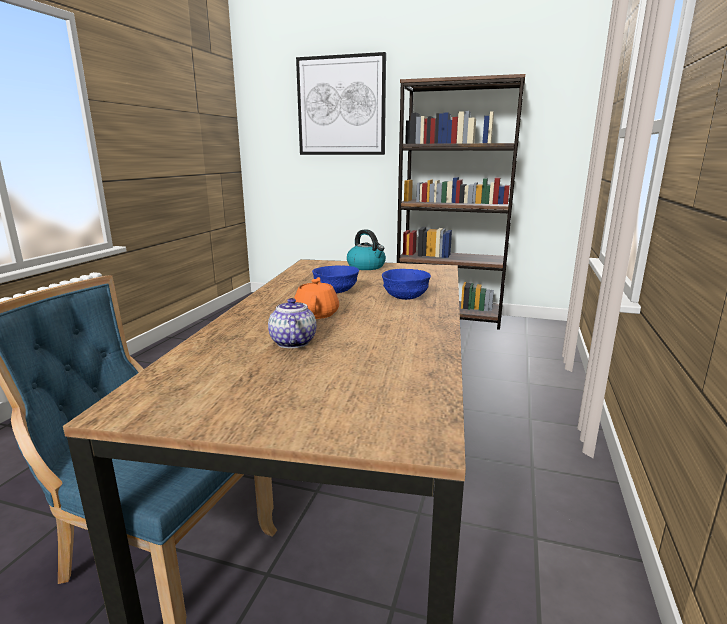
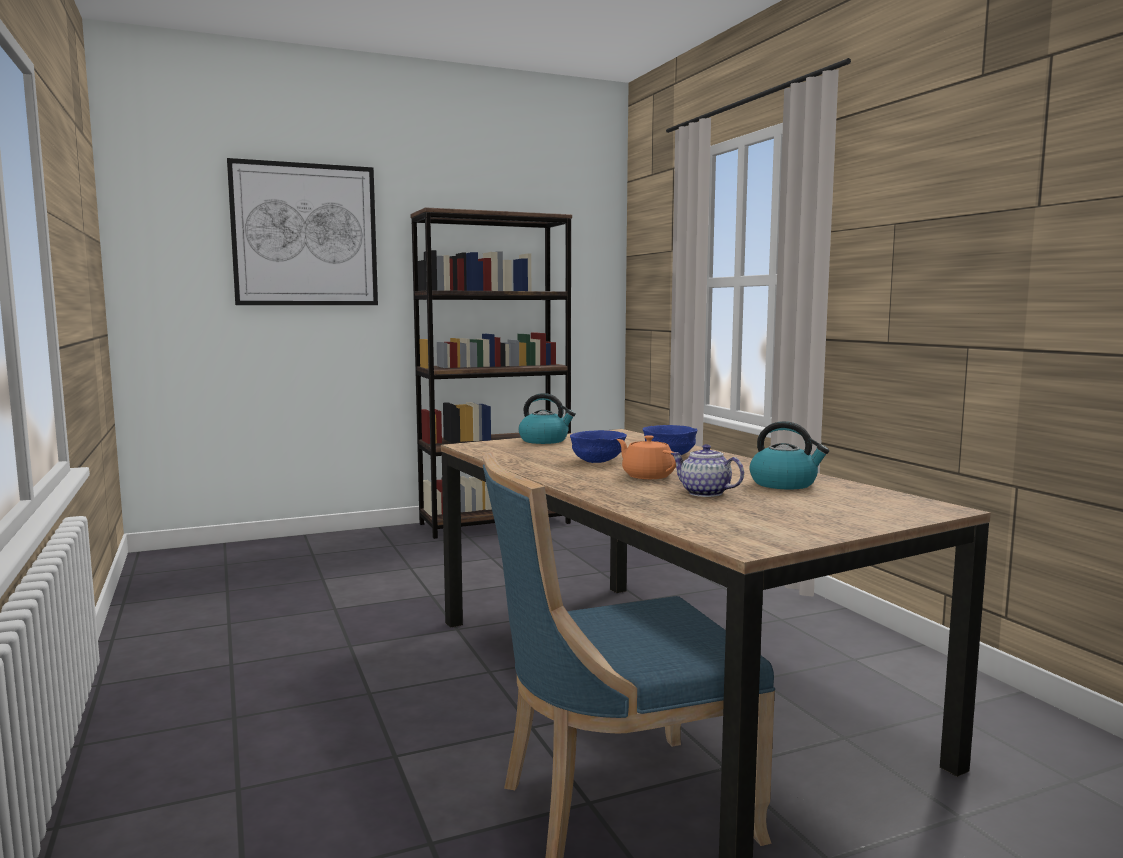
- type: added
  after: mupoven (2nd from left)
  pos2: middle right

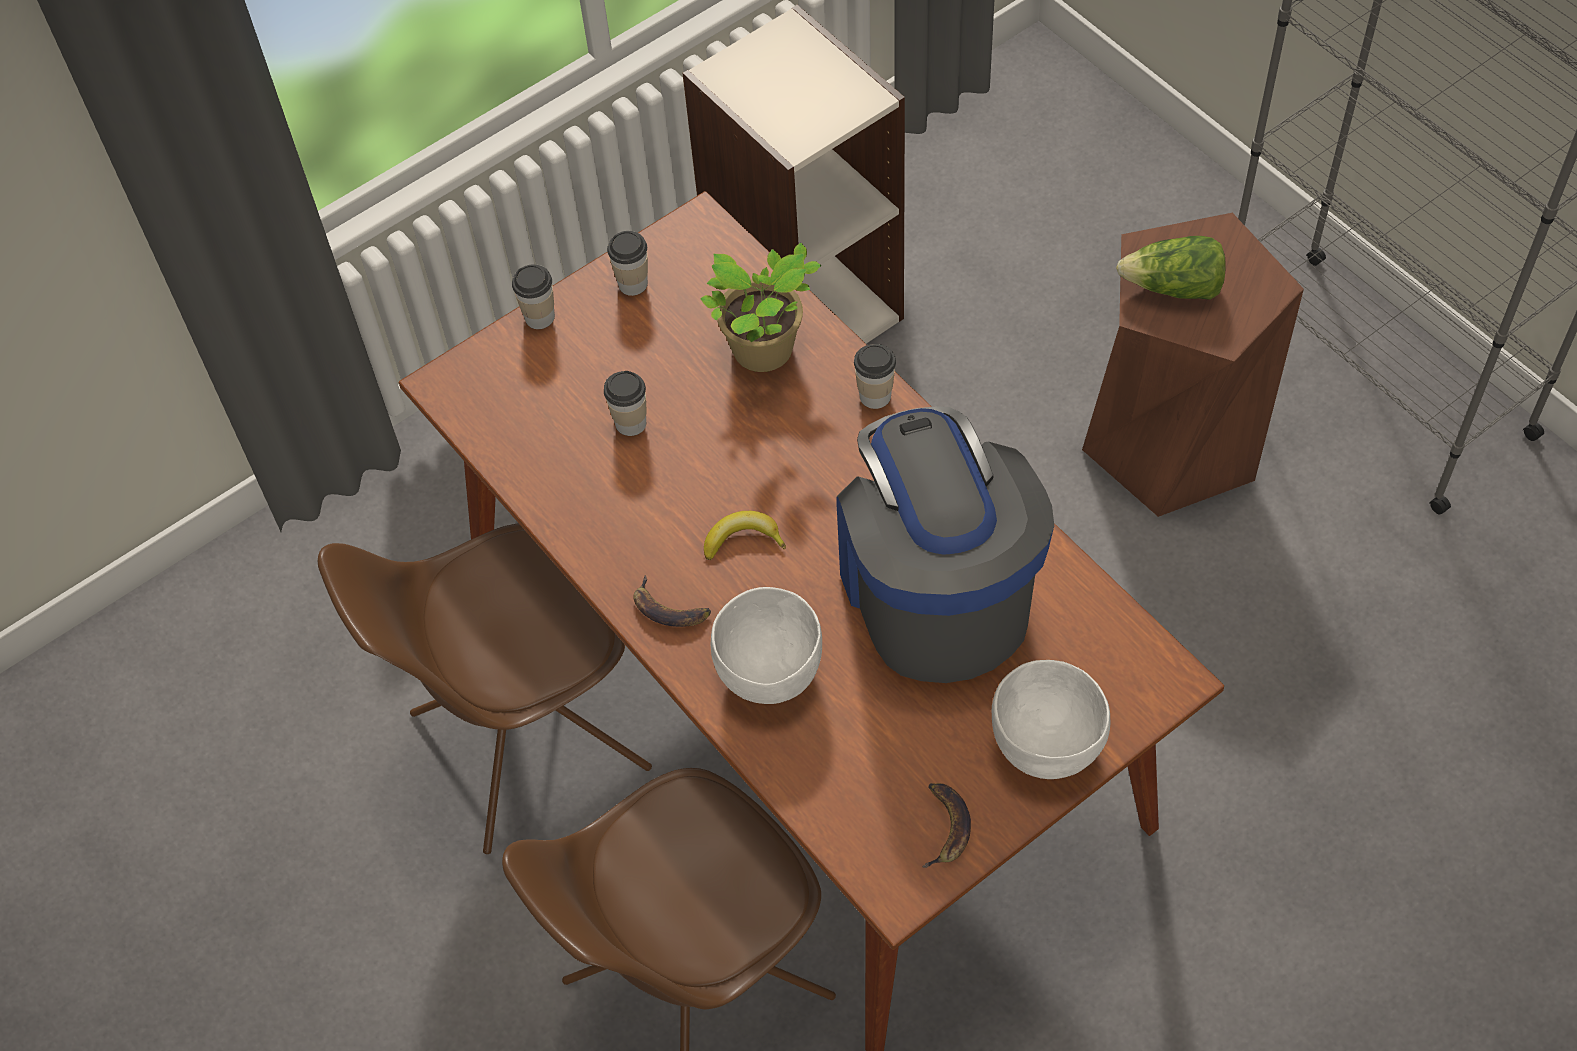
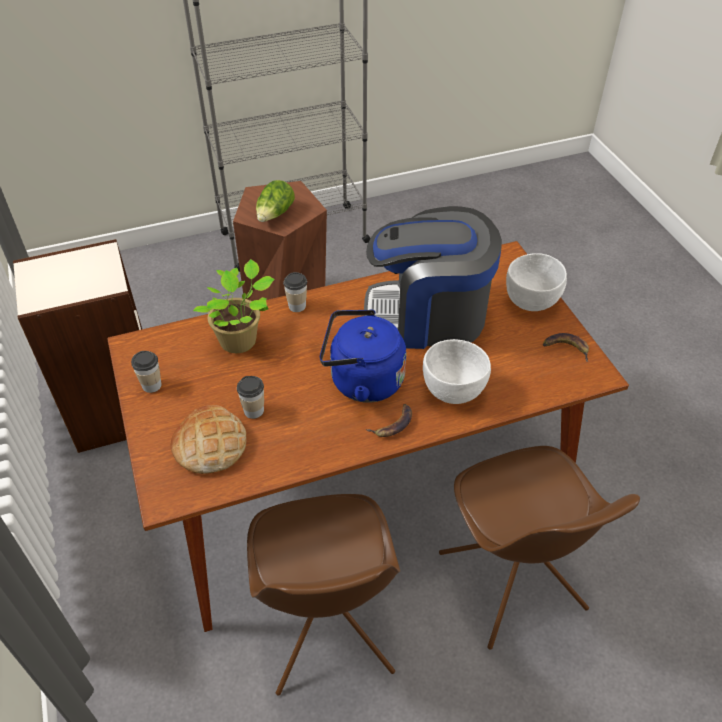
- type: removed
  before: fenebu (1st from left)
  pos1: top centre
- type: replaced
  before: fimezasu (2nd from left)
  after: mupoven (blue)
  pos1: centre
  pos2: centre
- type: added
  after: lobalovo
  pos2: middle left

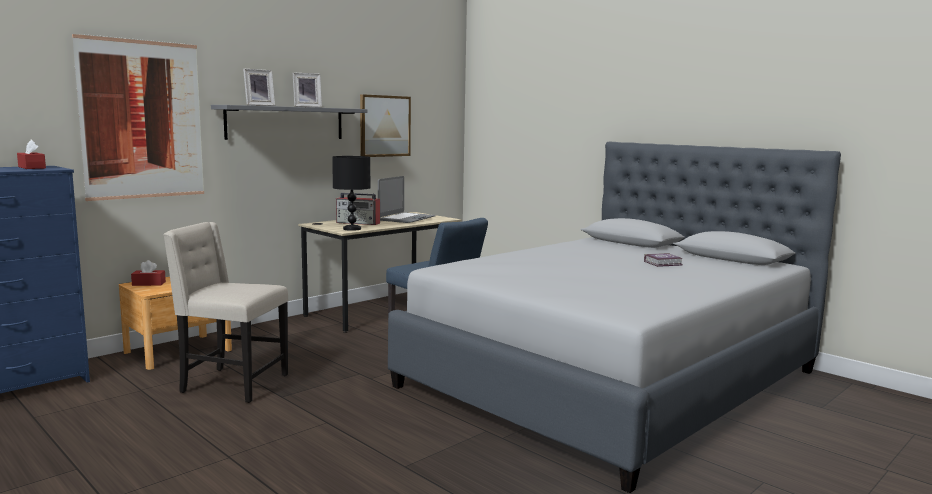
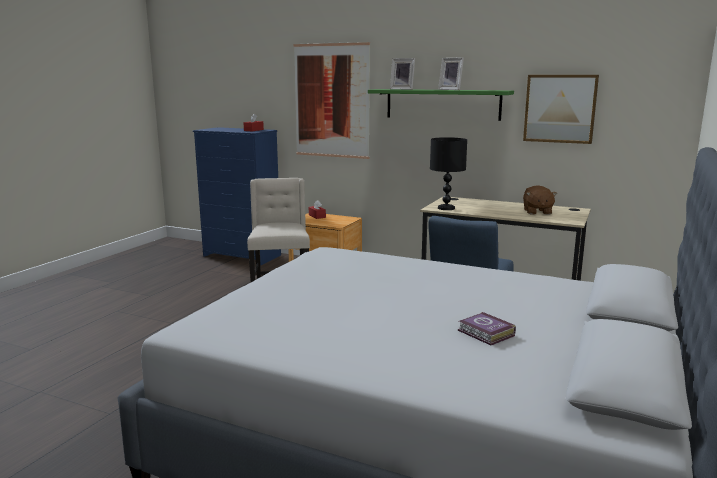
- type: recoloured
  before: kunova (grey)
  after: kunova (green)
  pos1: top left
  pos2: top centre
- type: replaced
  before: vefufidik
  after: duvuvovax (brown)
  pos1: centre
  pos2: middle right
- type: removed
  before: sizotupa
  pos1: centre

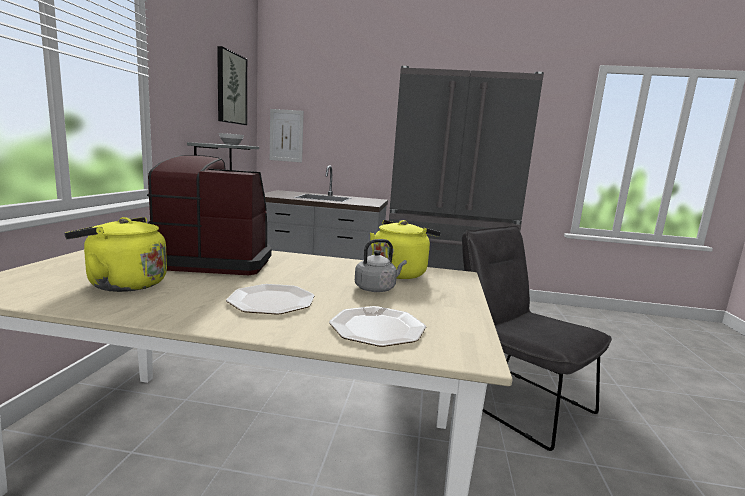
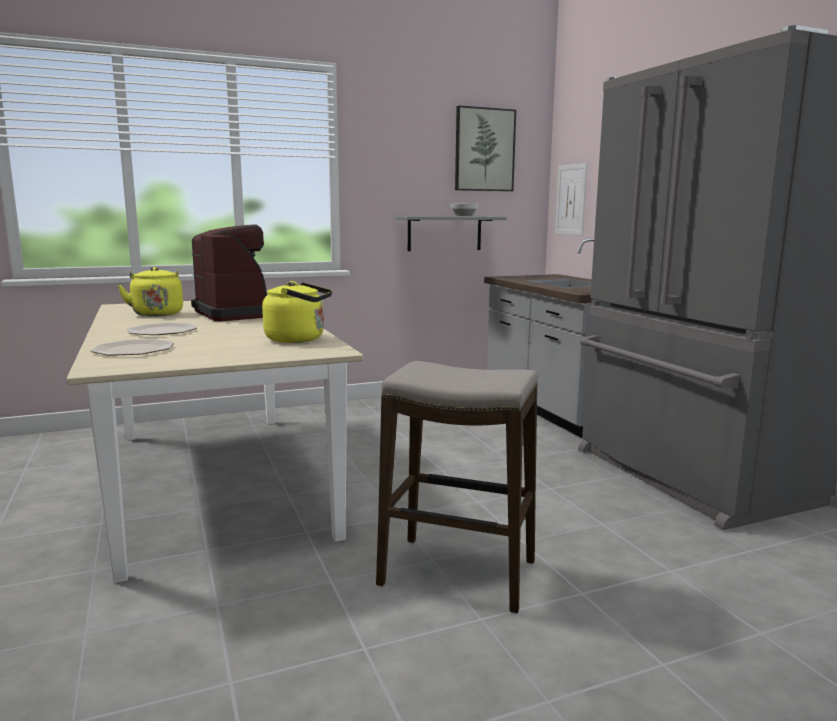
- type: replaced
  before: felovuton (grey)
  after: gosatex
  pos1: bottom right
  pos2: bottom centre
- type: removed
  before: mupoven (grey)
  pos1: centre

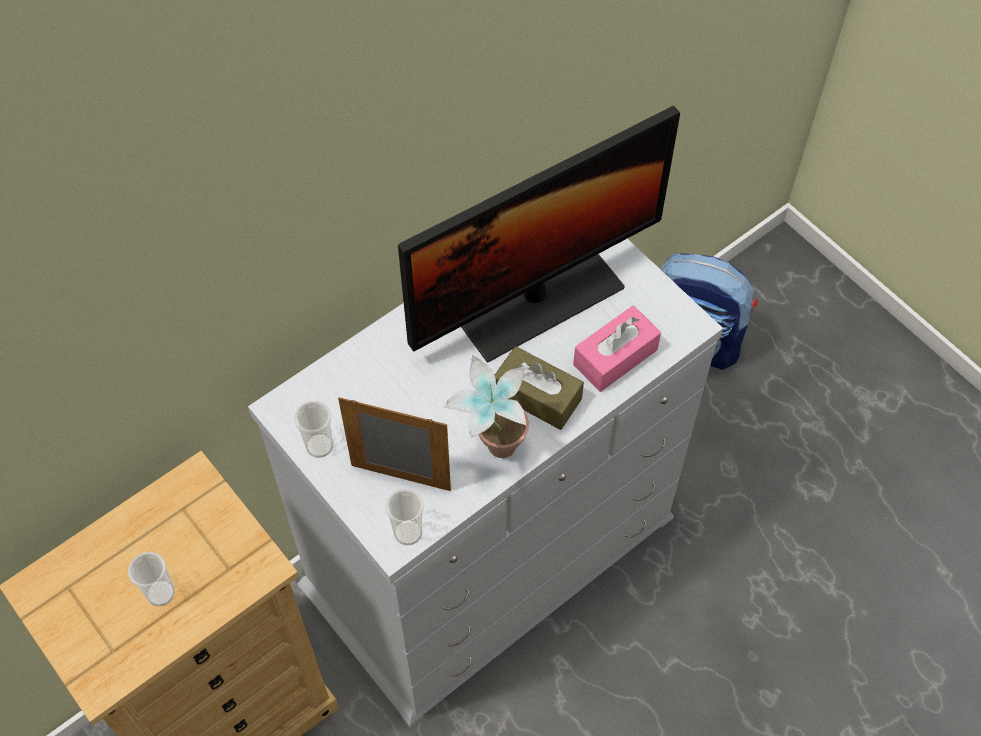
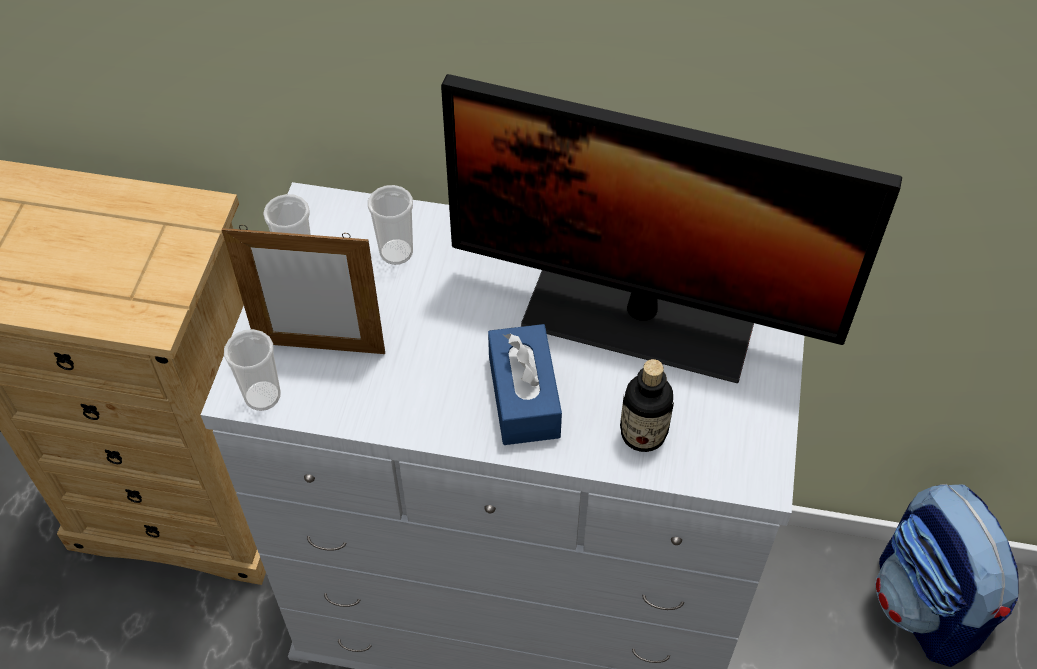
- type: replaced
  before: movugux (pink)
  after: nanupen
  pos1: centre
  pos2: centre
- type: recoloured
  before: movugux (brown)
  after: movugux (blue)
  pos1: centre
  pos2: centre
- type: removed
  before: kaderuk
  pos1: centre
- type: turned
  before: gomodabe
  pos1: centre
  pos2: middle left
  turn: 120
- type: moved
  before: fenebu (1st from left in the first image)
  after: fenebu (3rd from left)
  pos1: bottom left
  pos2: centre

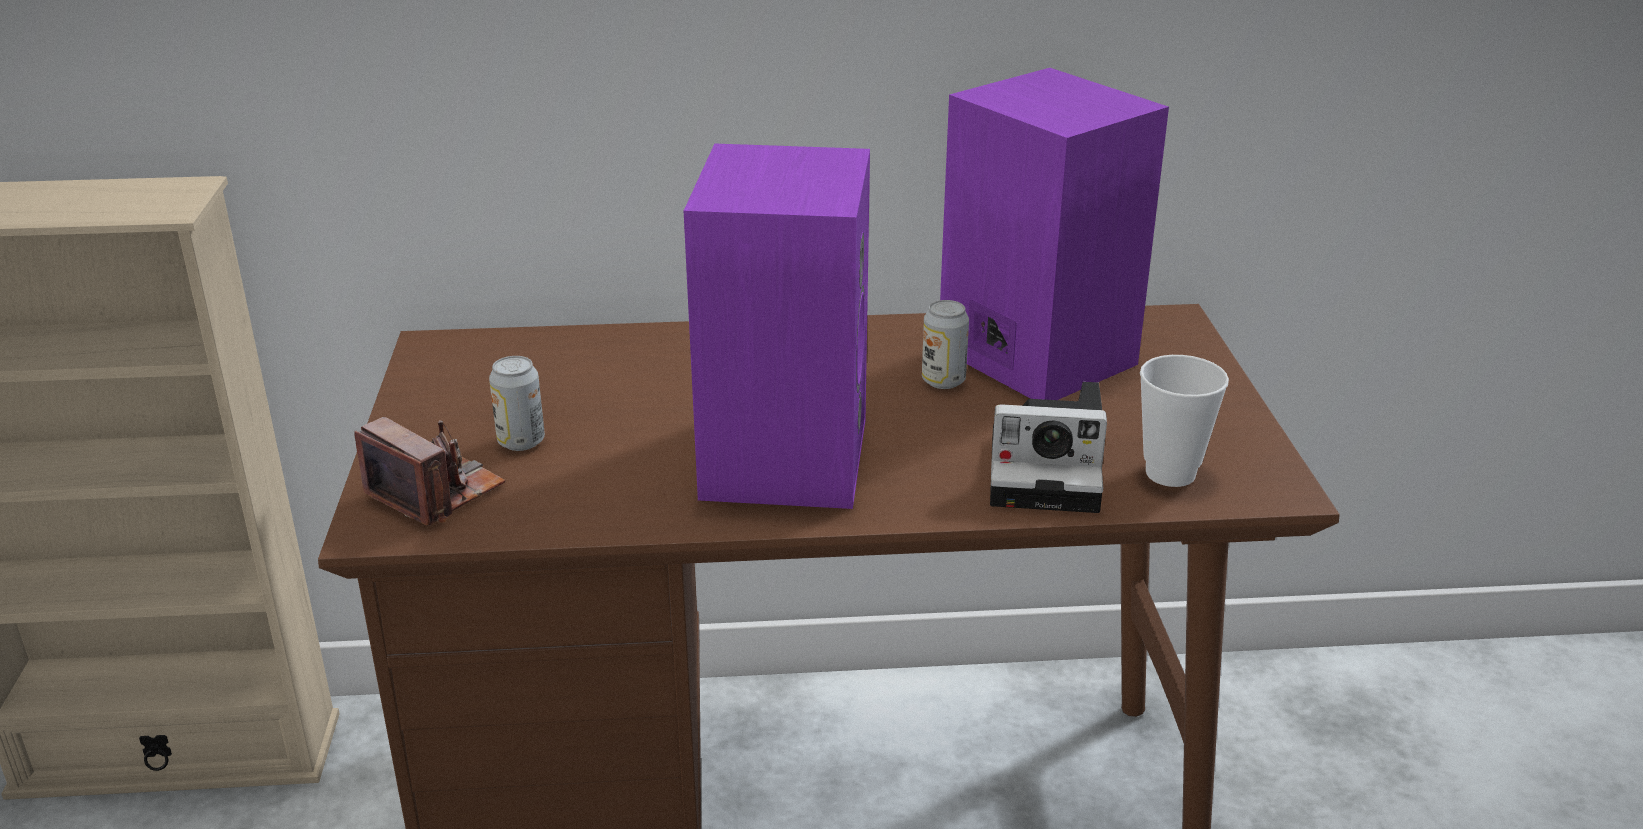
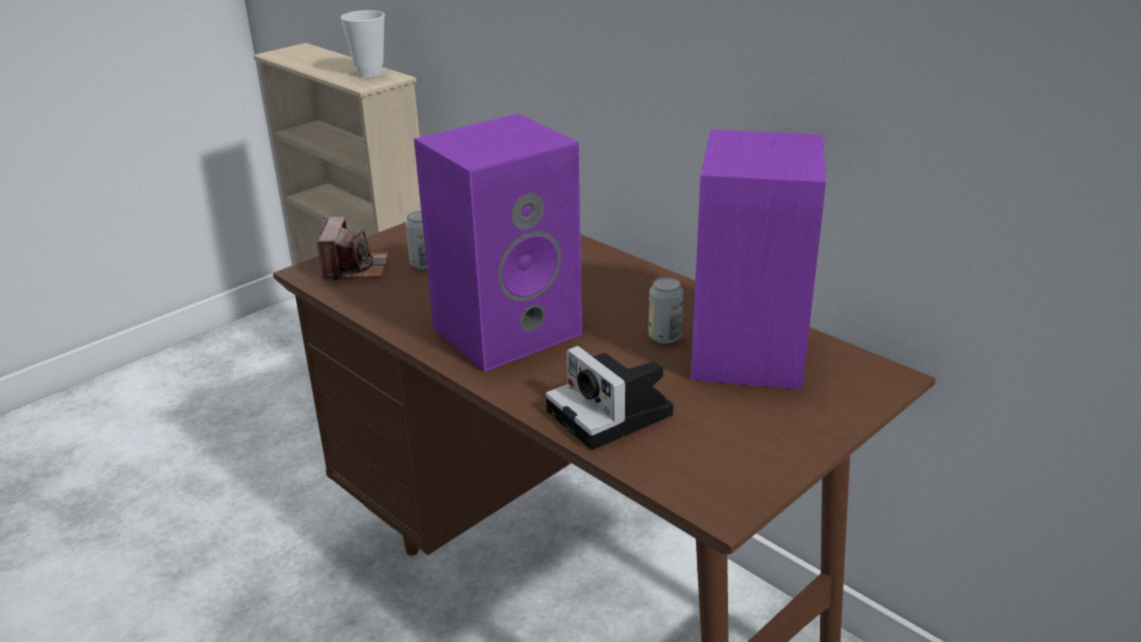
- type: moved
  before: fenebu
  pos1: middle right
  pos2: top left

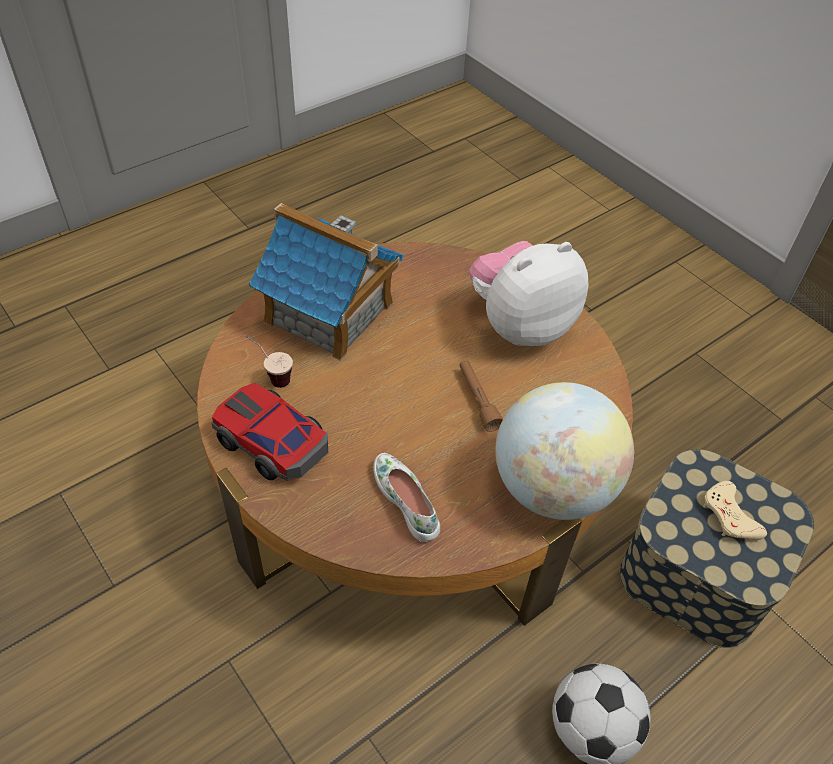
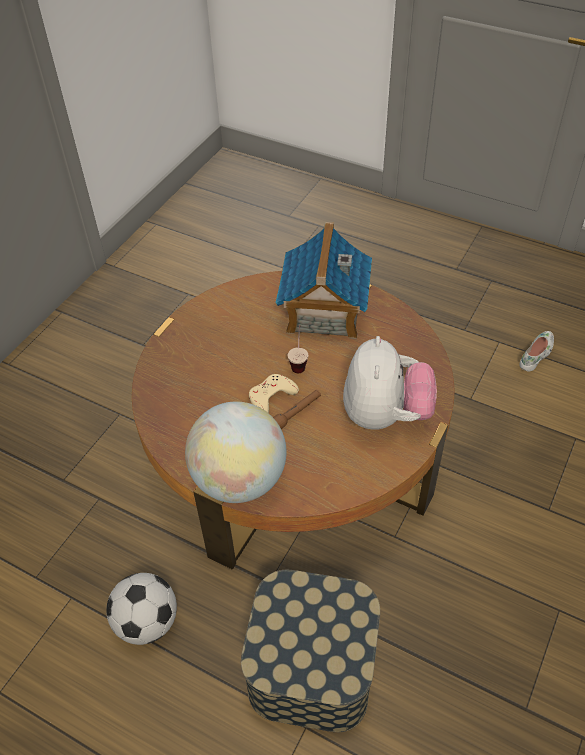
- type: turned
  before: duvuvovax
  pos1: centre
  pos2: middle right
  turn: 60
- type: moved
  before: fenebu
  pos1: middle left
  pos2: centre
- type: removed
  before: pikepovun
  pos1: middle left
- type: moved
  before: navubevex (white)
  pos1: centre
  pos2: middle right
- type: moved
  before: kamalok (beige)
  pos1: bottom right
  pos2: centre

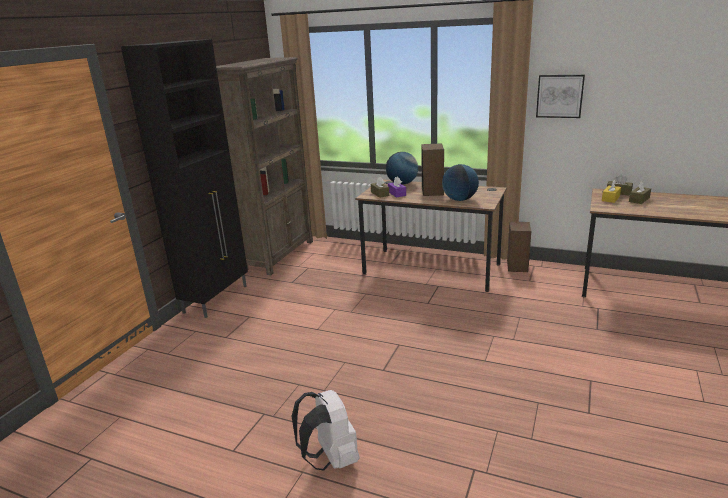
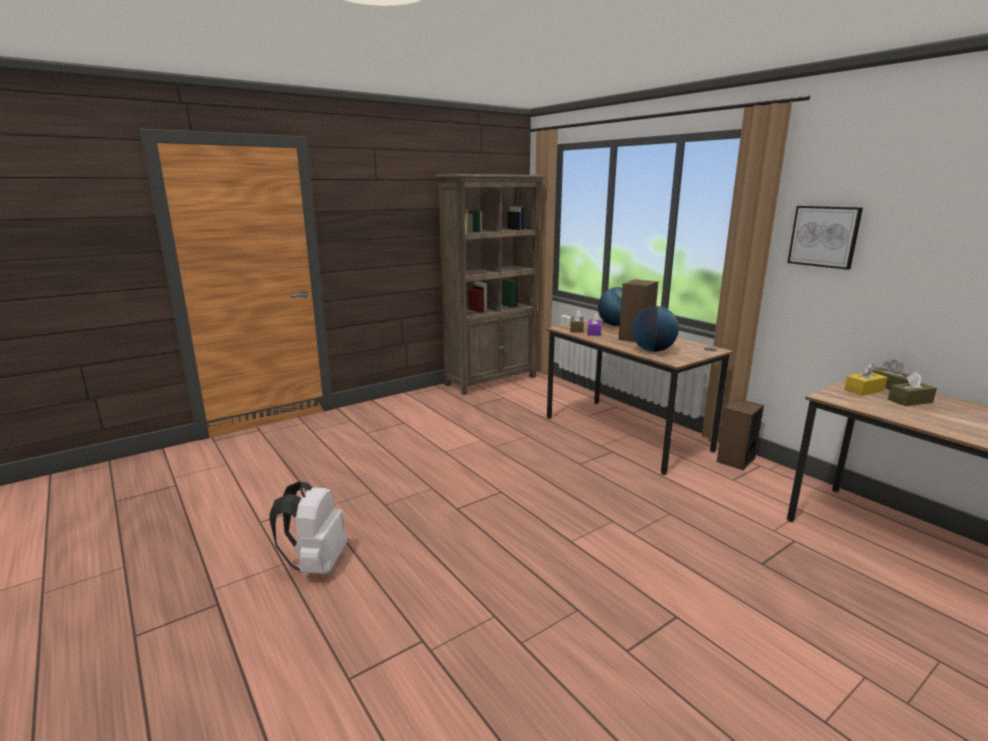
- type: removed
  before: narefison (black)
  pos1: middle left

